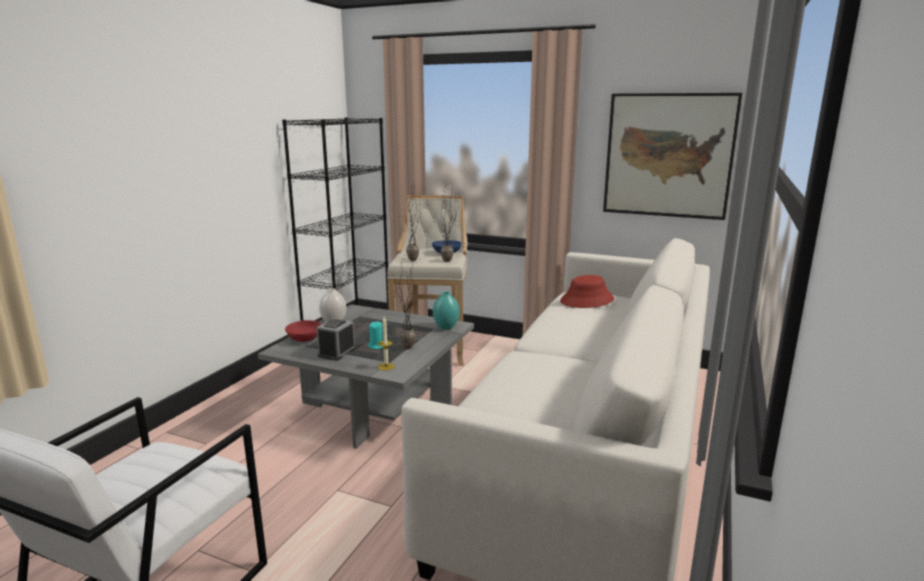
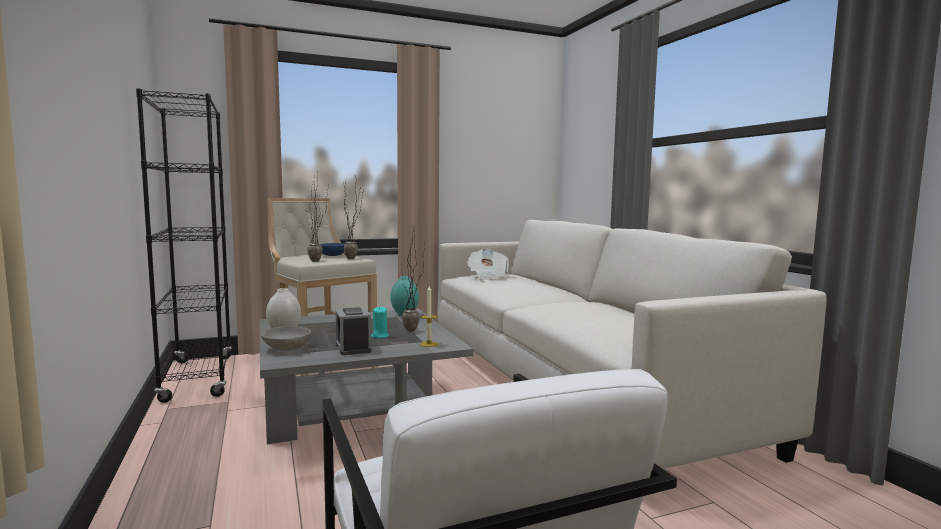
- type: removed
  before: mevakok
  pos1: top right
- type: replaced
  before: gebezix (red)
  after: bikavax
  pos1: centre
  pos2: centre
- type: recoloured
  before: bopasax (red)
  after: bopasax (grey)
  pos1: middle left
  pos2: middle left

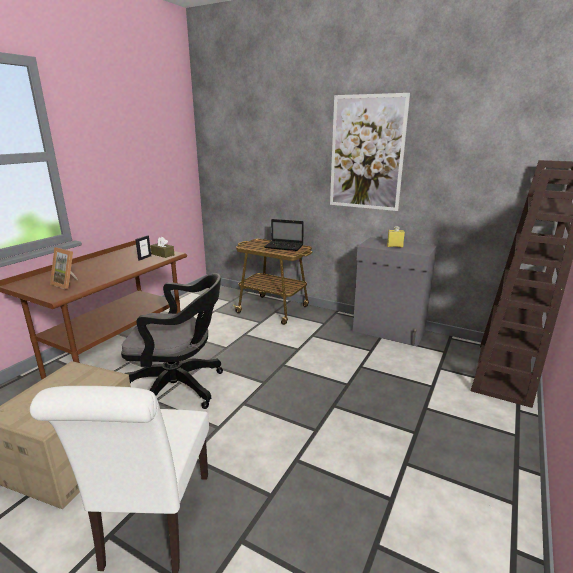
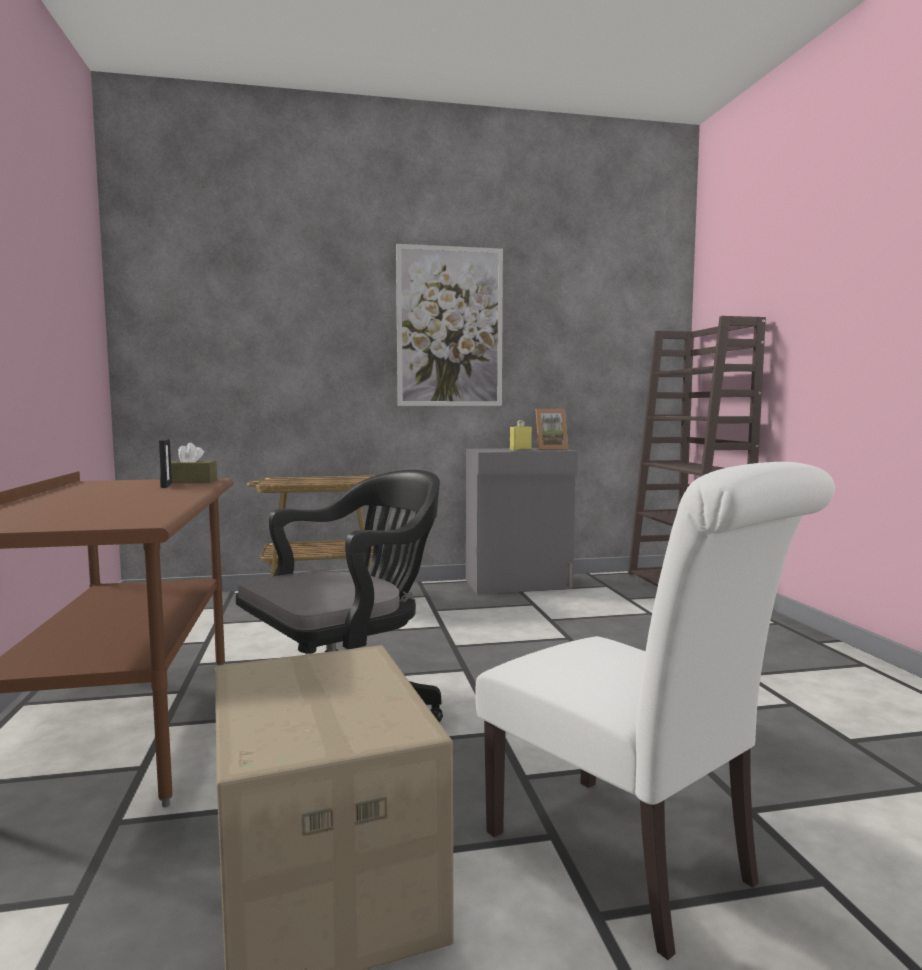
- type: removed
  before: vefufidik
  pos1: centre
- type: moved
  before: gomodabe (1st from left in the first image)
  after: gomodabe (2nd from left)
  pos1: middle left
  pos2: centre

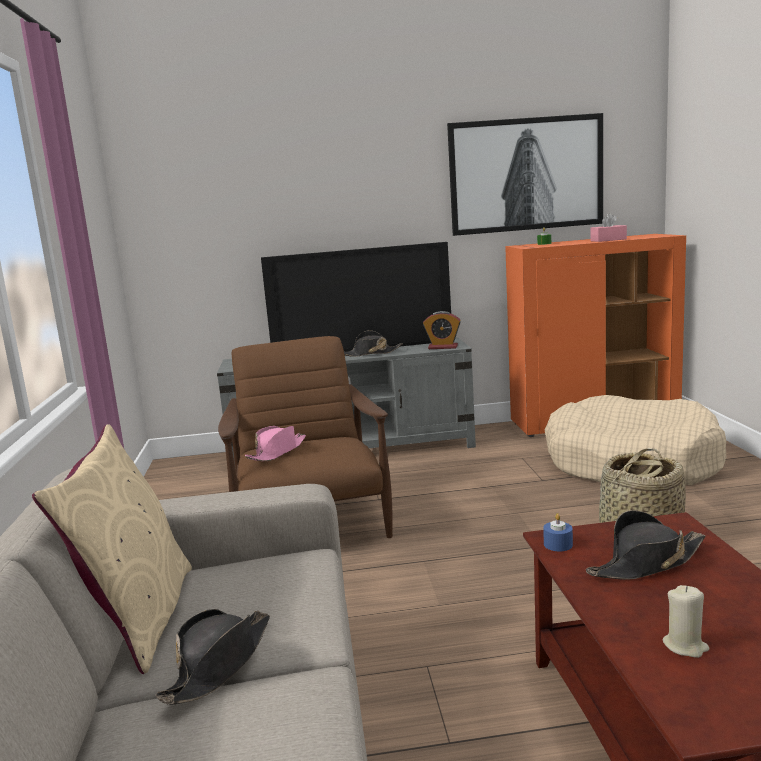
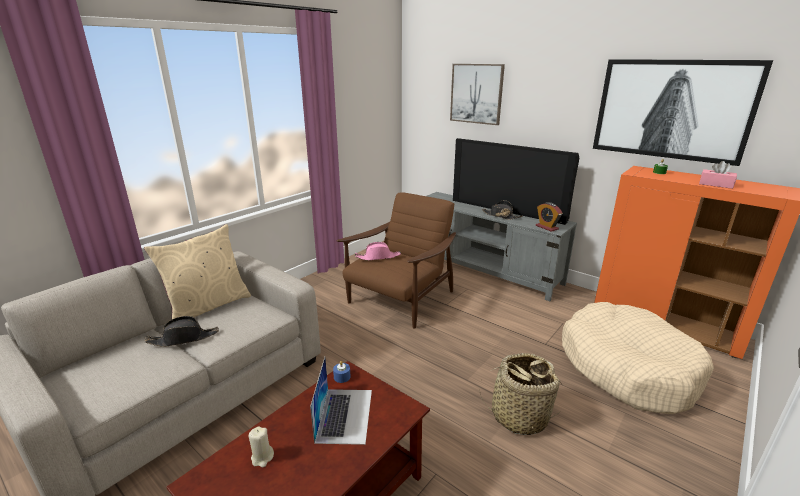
- type: replaced
  before: gebezix (black) (3rd from left)
  after: vefufidik
  pos1: bottom right
  pos2: bottom centre
- type: added
  after: mevakok (1st from left)
  pos2: top centre

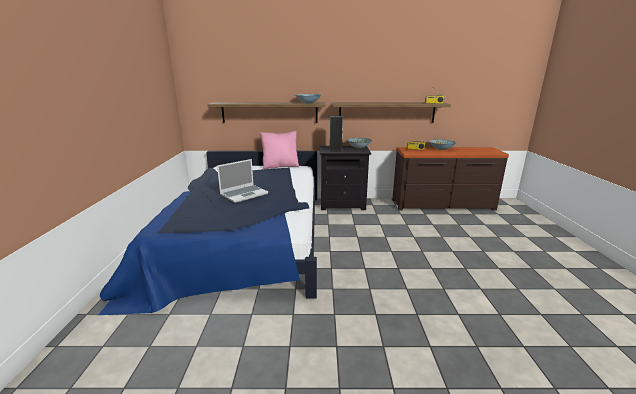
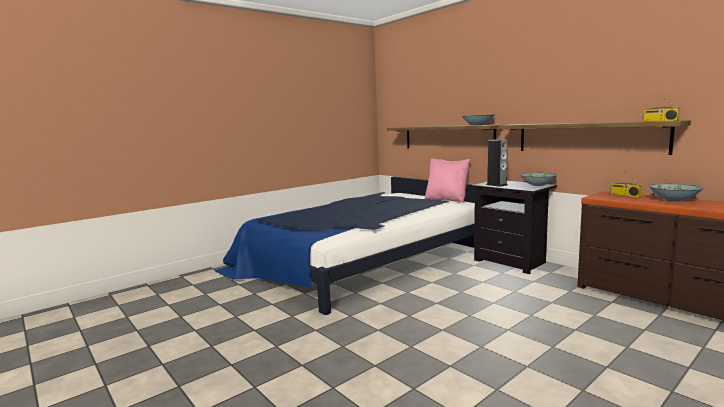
- type: removed
  before: vefufidik
  pos1: centre

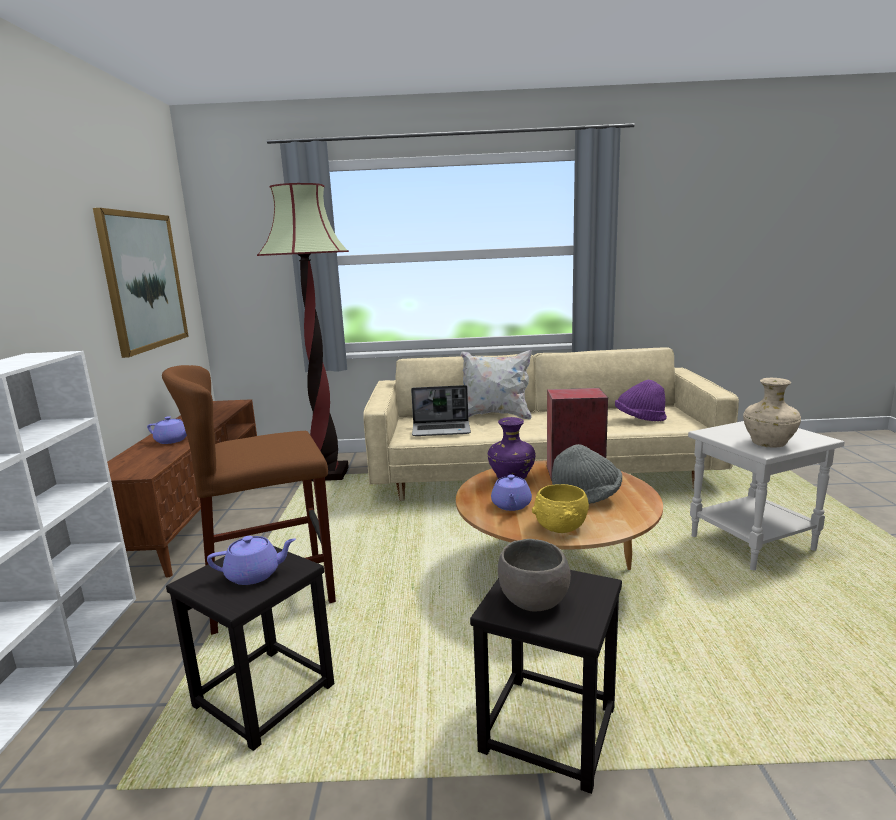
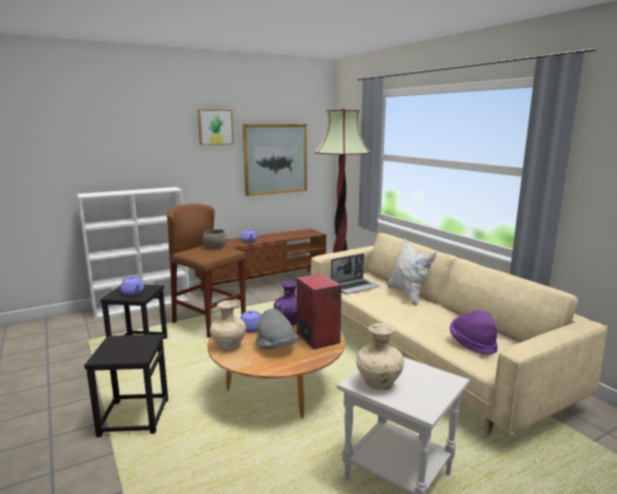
- type: turned
  before: vefufidik
  pos1: centre
  pos2: centre
  turn: -90
- type: replaced
  before: bopasax (yellow)
  after: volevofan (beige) (1st from left)
  pos1: centre
  pos2: centre
- type: moved
  before: bopasax (grey)
  pos1: bottom centre
  pos2: centre
- type: added
  after: mevakok (1st from left)
  pos2: top centre

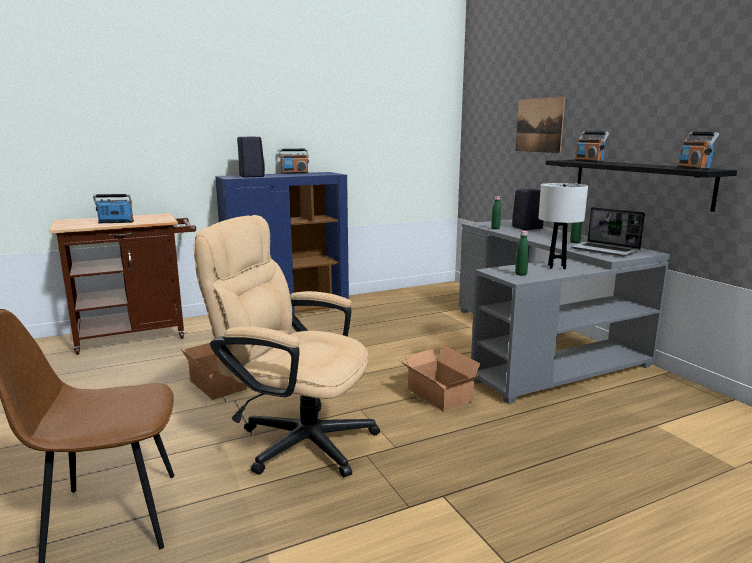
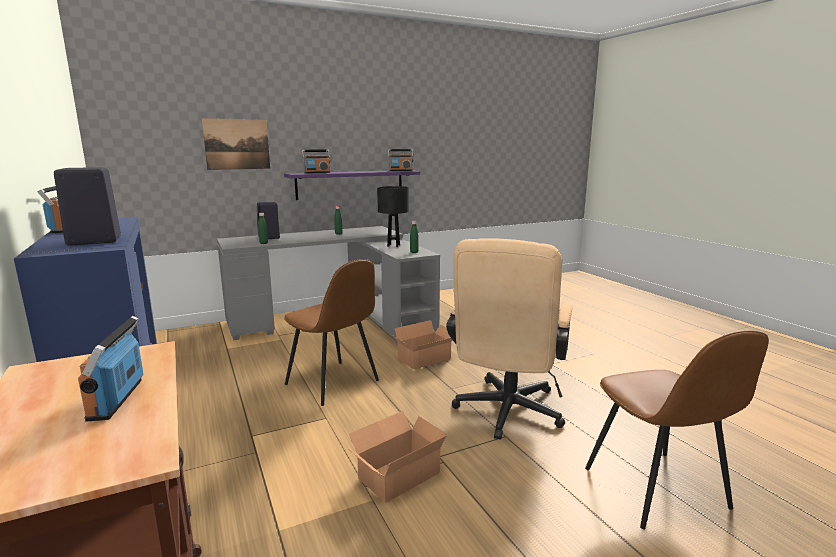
- type: recoloured
  before: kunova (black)
  after: kunova (purple)
  pos1: top right
  pos2: top centre
- type: recoloured
  before: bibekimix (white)
  after: bibekimix (black)
  pos1: middle right
  pos2: centre
- type: removed
  before: vefufidik
  pos1: middle right
- type: added
  after: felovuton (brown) (1st from left)
  pos2: centre

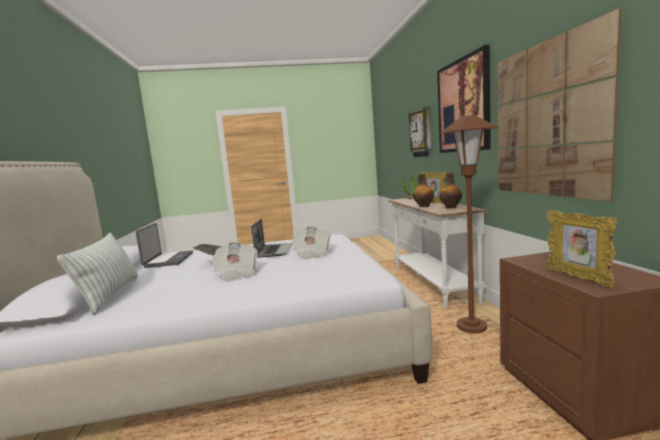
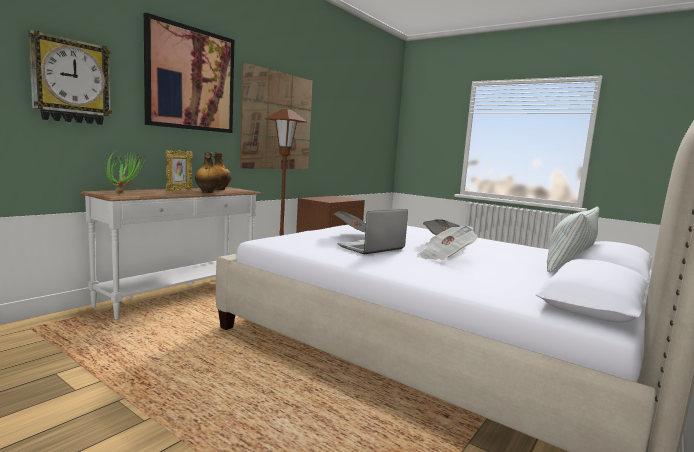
- type: removed
  before: gomodabe (2nd from left)
  pos1: middle right
- type: removed
  before: vefufidik (1st from left)
  pos1: middle left

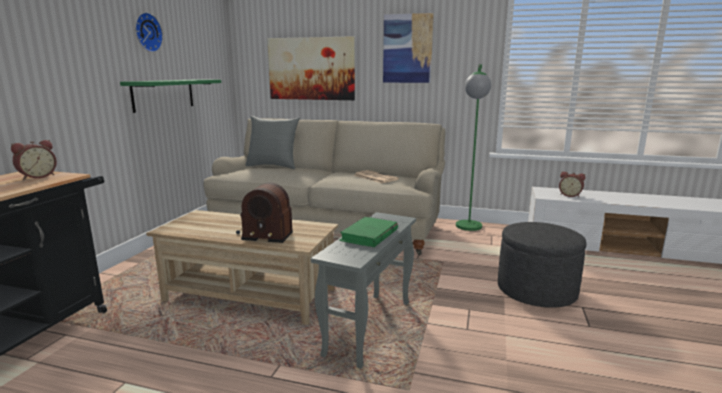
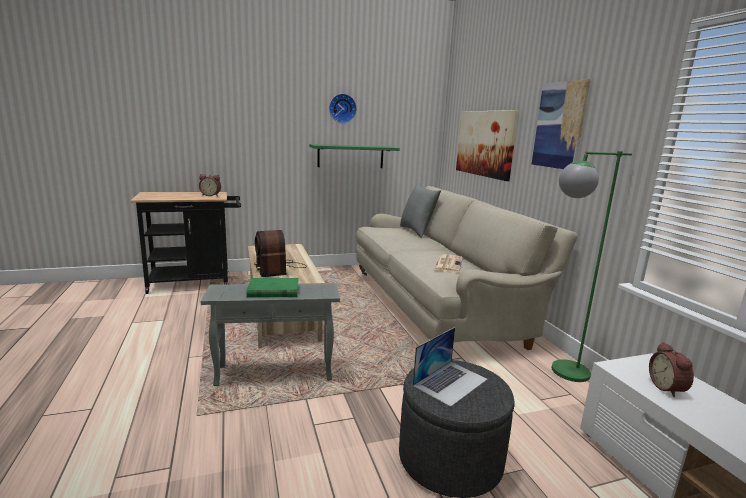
- type: added
  after: vefufidik
  pos2: bottom centre

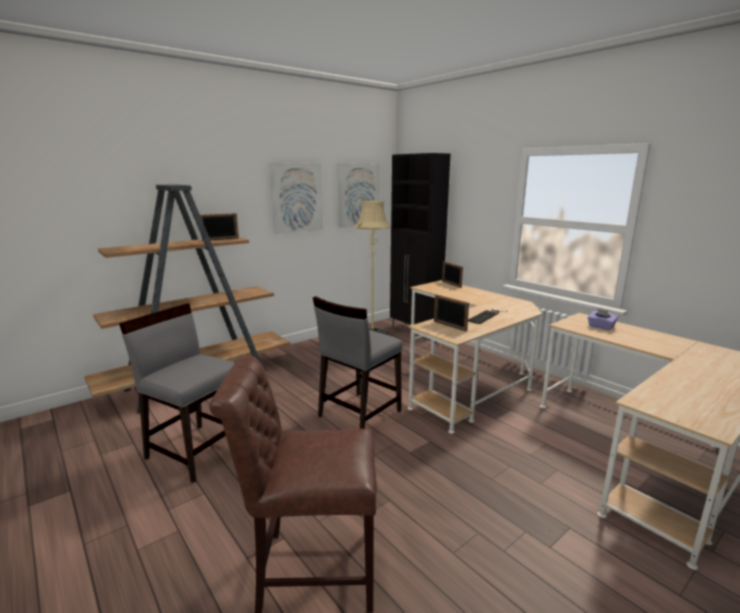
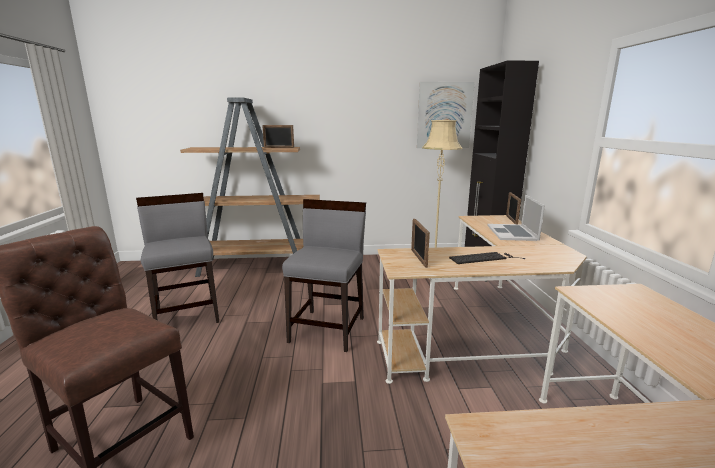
- type: removed
  before: mevakok (1st from left)
  pos1: top centre
- type: turned
  before: felovuton (grey) (2nd from left)
  pos1: centre
  pos2: centre
  turn: 120
- type: removed
  before: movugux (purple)
  pos1: middle right
- type: added
  after: vefufidik
  pos2: middle right

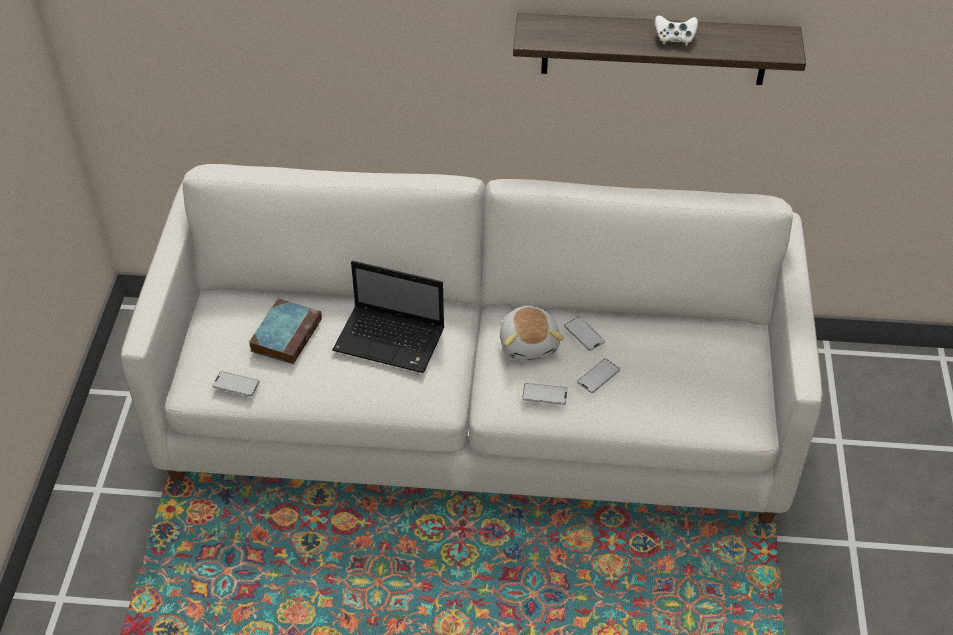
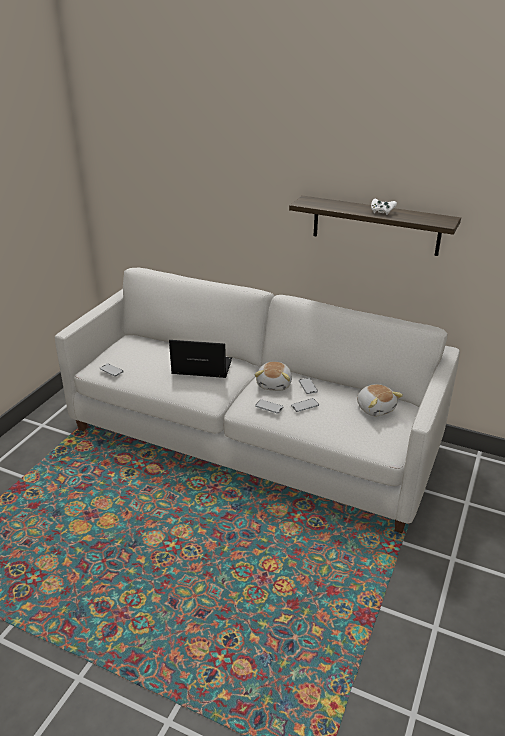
- type: turned
  before: vefufidik
  pos1: centre
  pos2: centre
  turn: 150
- type: removed
  before: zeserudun
  pos1: middle left
- type: added
  after: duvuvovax (2nd from left)
  pos2: middle right

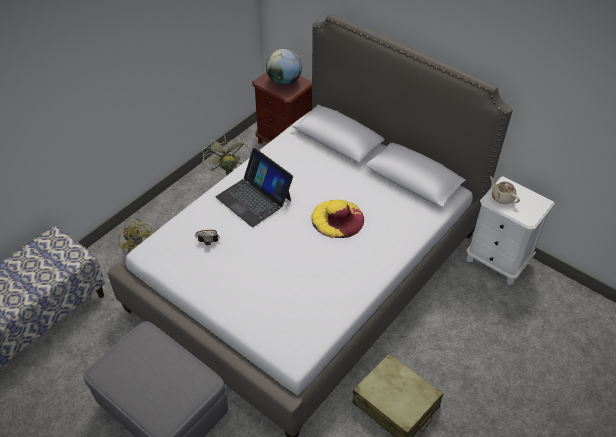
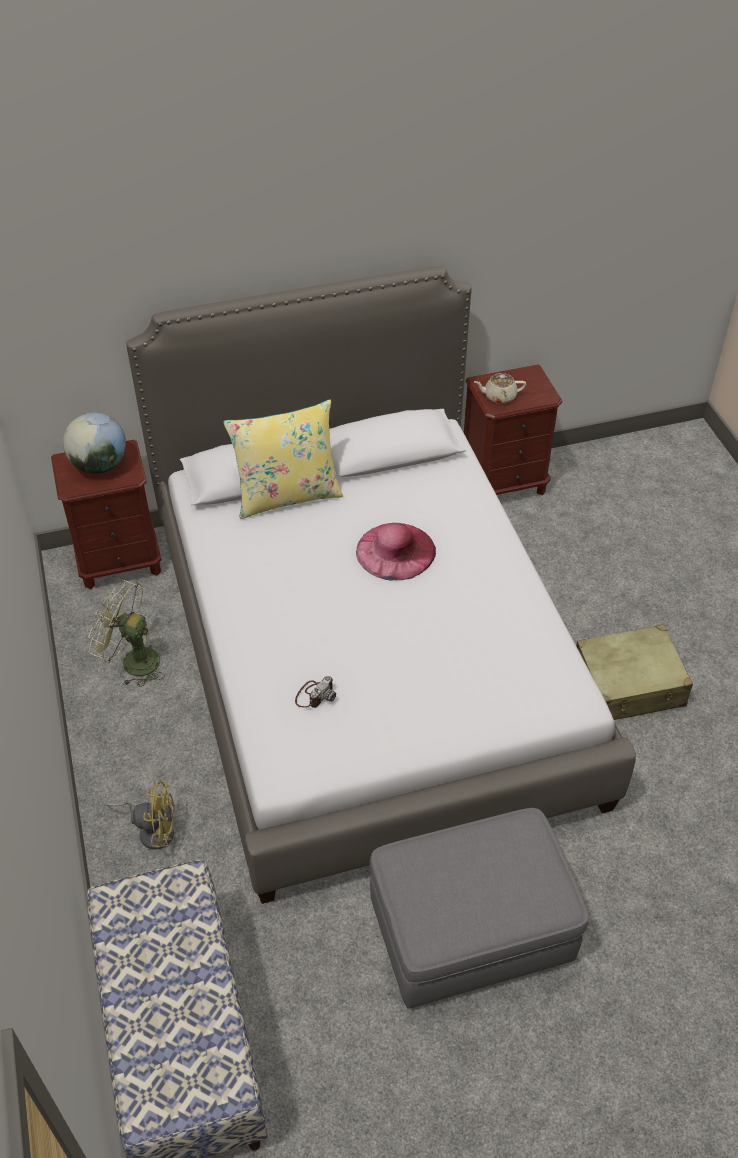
- type: removed
  before: vefufidik
  pos1: centre
- type: recoloured
  before: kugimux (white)
  after: kugimux (brown) (2nd from left)
  pos1: middle right
  pos2: middle right
- type: recoloured
  before: gebezix (yellow)
  after: gebezix (pink)
  pos1: centre
  pos2: centre
- type: added
  after: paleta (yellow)
  pos2: centre

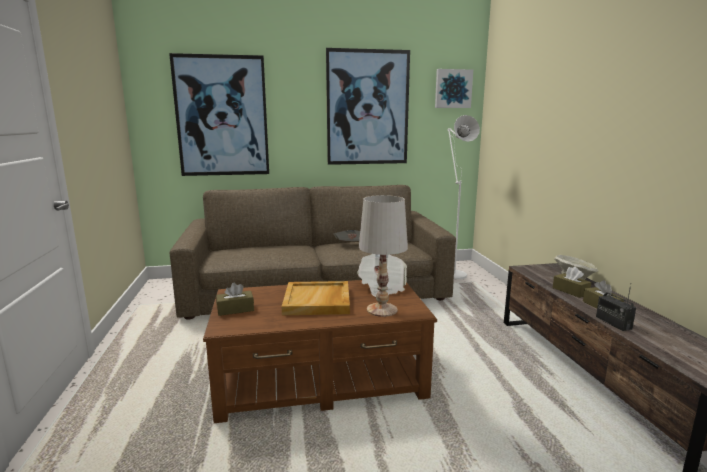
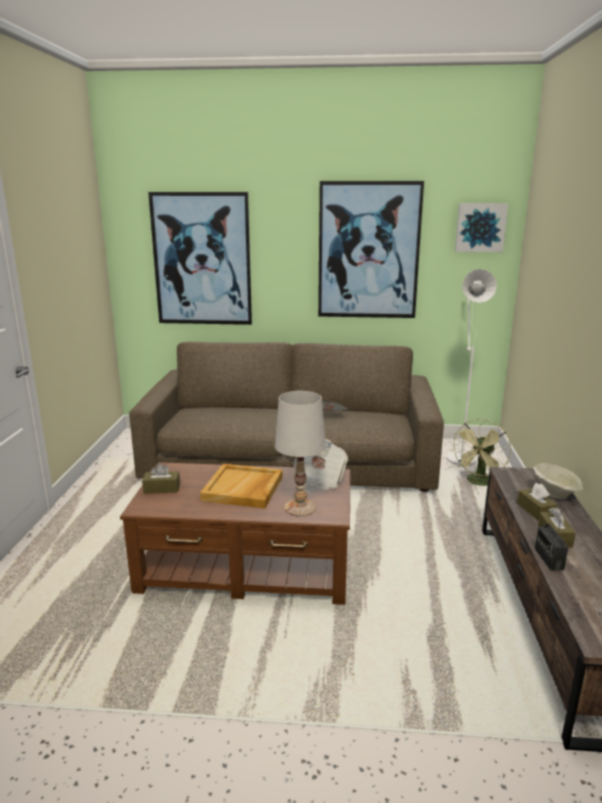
- type: added
  after: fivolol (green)
  pos2: middle right

